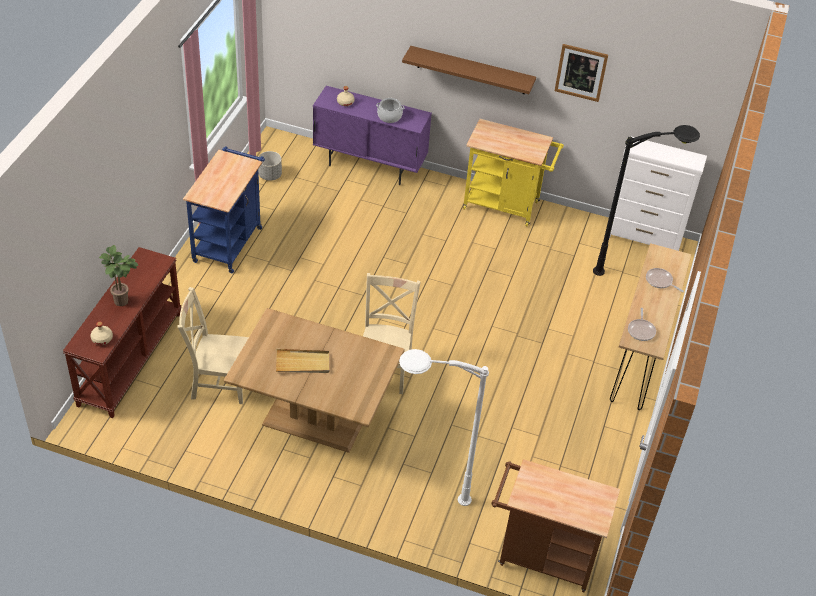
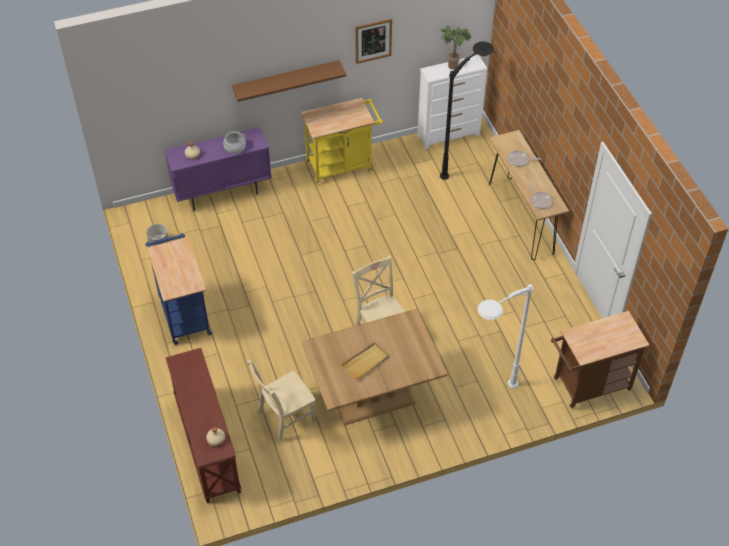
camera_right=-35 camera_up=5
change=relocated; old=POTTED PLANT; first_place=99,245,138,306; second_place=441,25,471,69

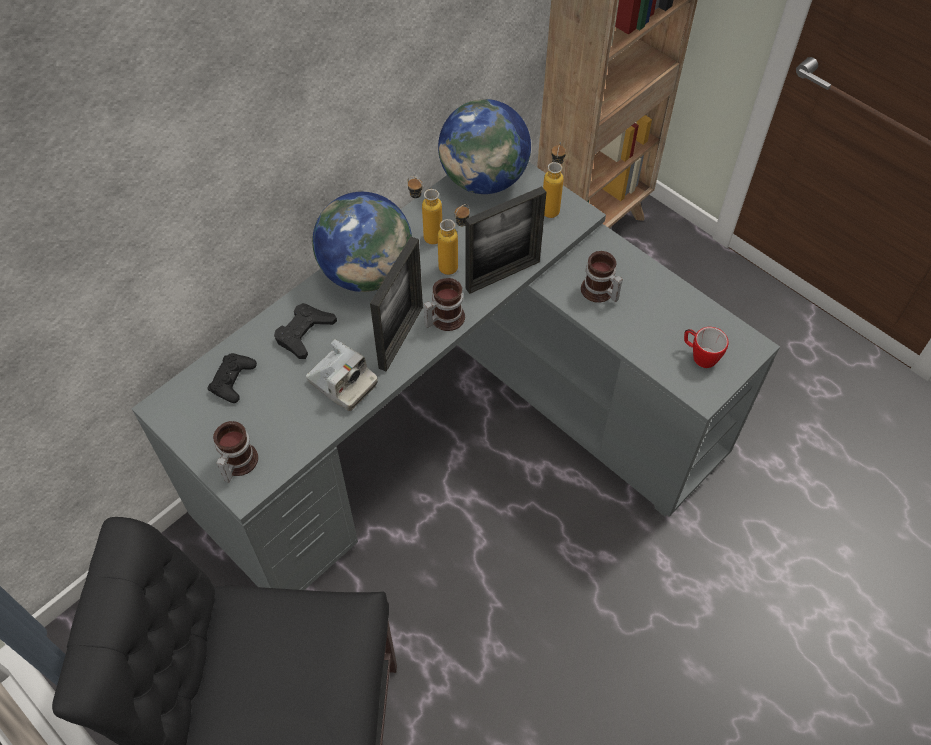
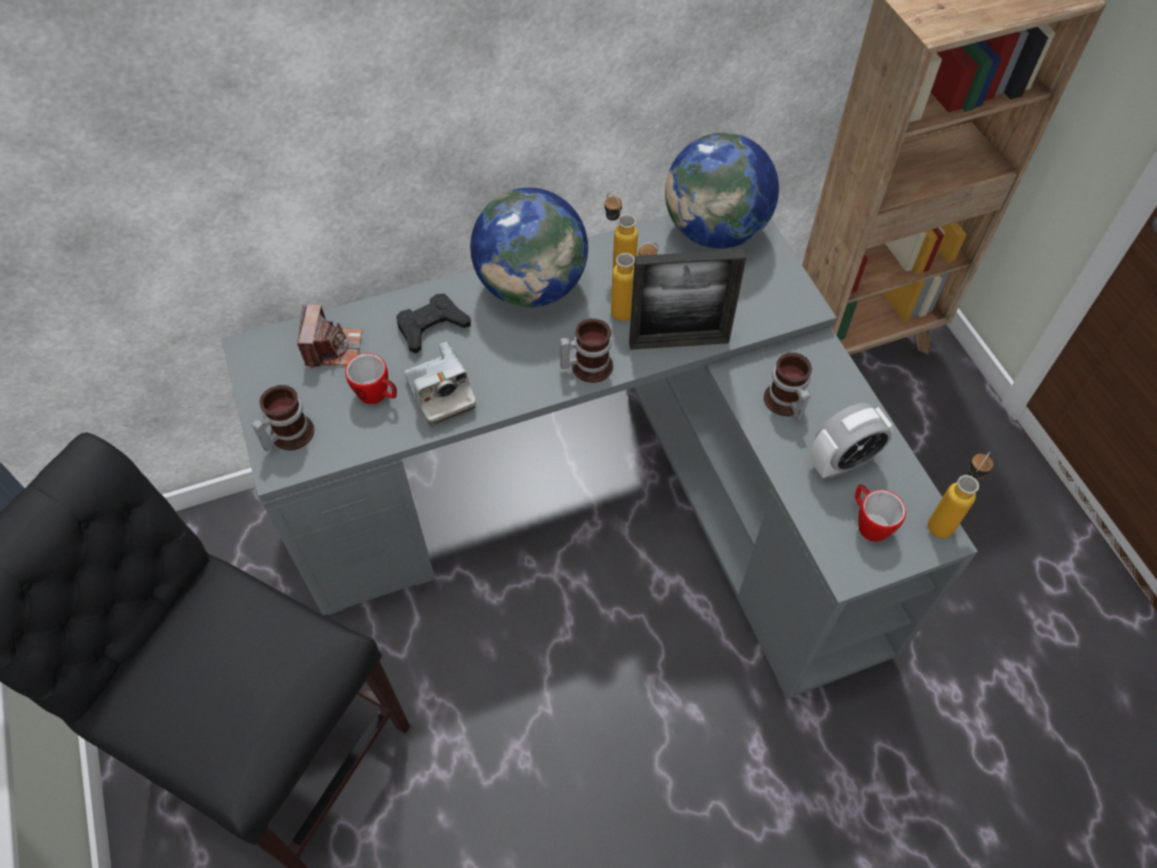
camera_right=25 camera_up=0
change=exchanged; old=BLACK GAME CONTROLLER; new=PHOTO CAMERA; first_place=207,353,257,403; second_place=297,304,363,369
change=appeared; new=MUG; second_place=345,353,397,404
change=appeared; new=ALARM CLOCK; second_place=810,403,893,478
change=relocated; old=BOTTLE; first_place=543,142,566,218; second_place=928,452,993,538
change=missing; old=PICTURE FRAME; first_place=370,236,423,372

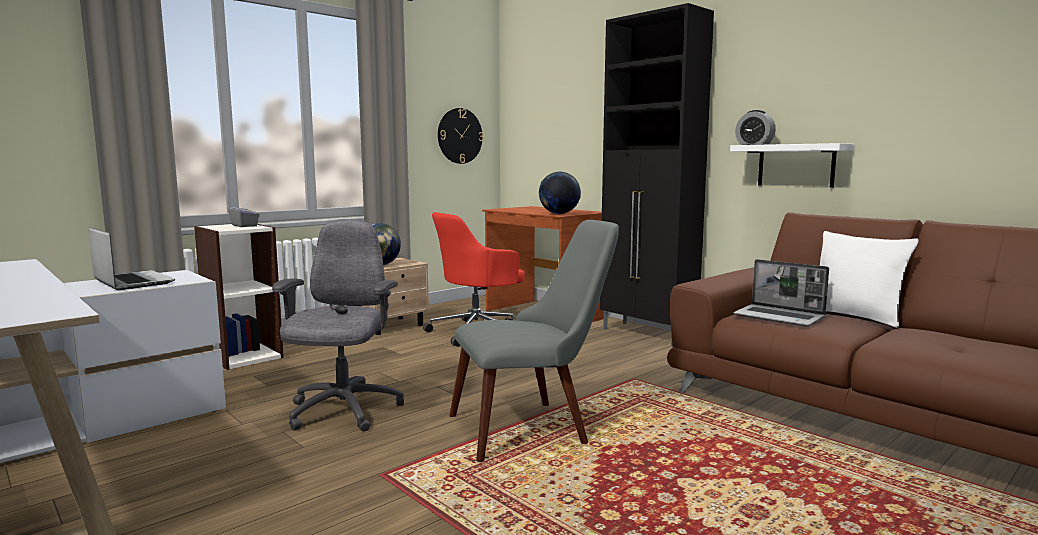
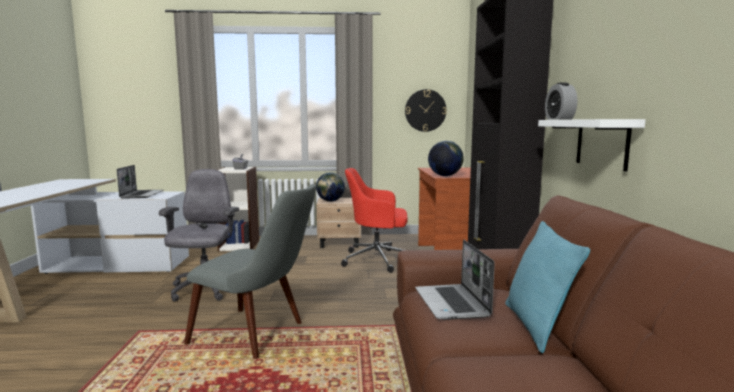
camera_right=40 camera_up=0
change=spun; old=GREY OFFICE CHAIR; first_place=272,219,404,432; second_place=159,169,239,302; degrees=-45
change=colour; old=WHITE PILLOW; new=TURQUOISE PILLOW; first_place=820,231,919,328; second_place=505,221,590,353

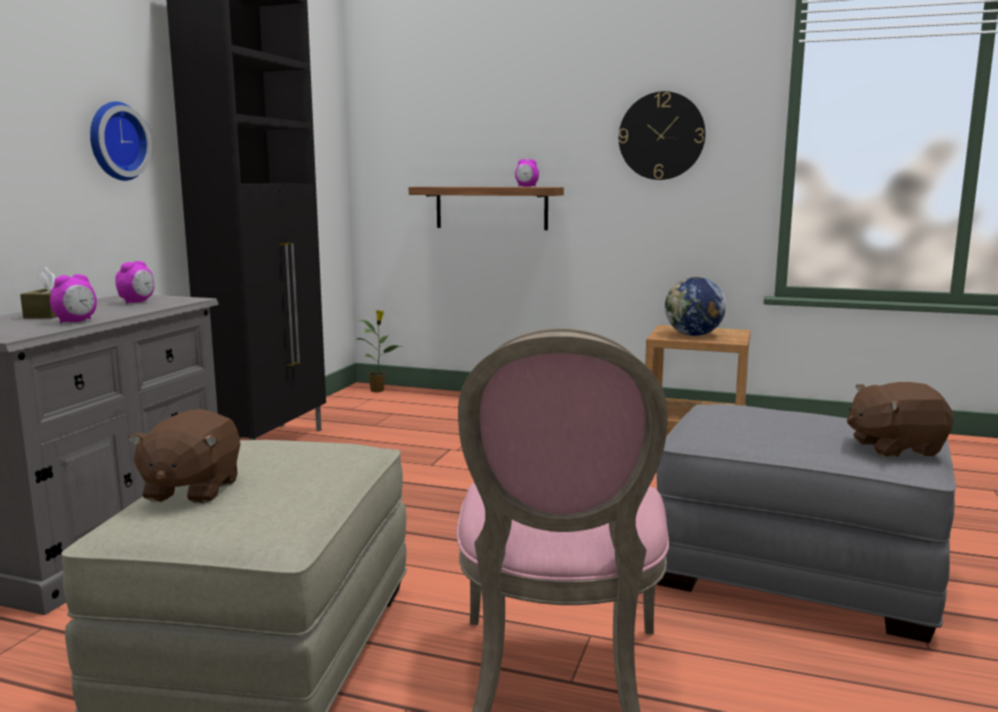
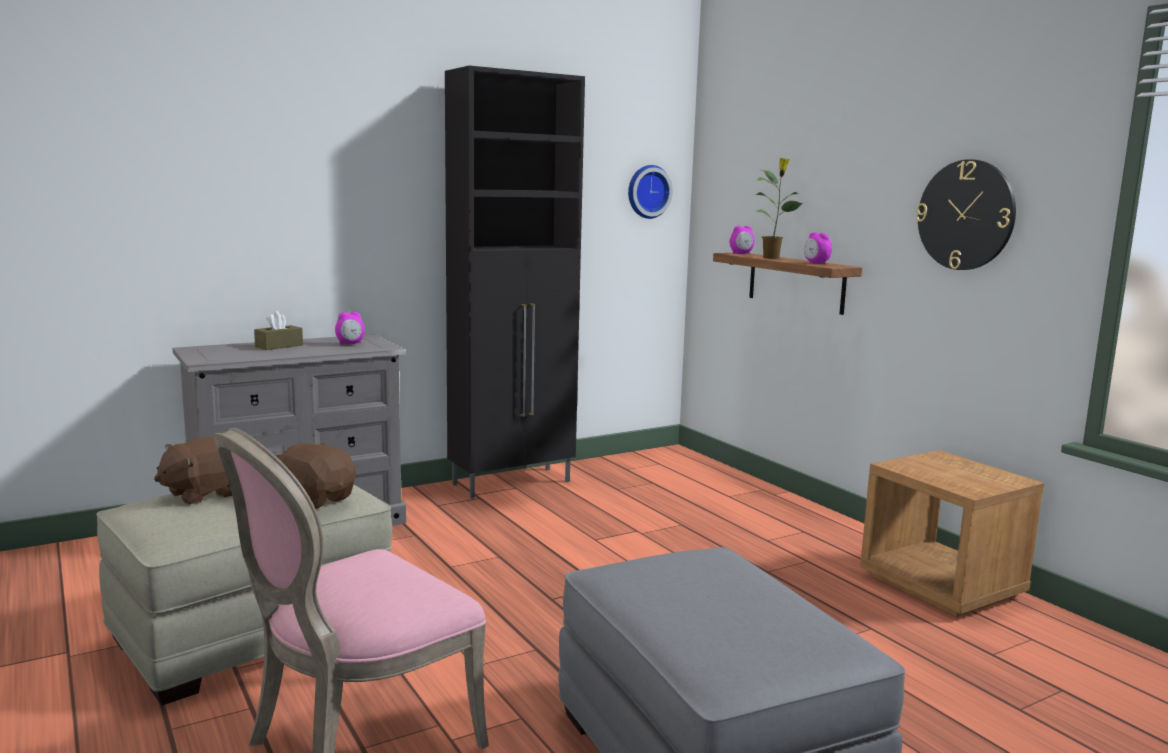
camera_right=40 camera_up=0
change=relocated; old=BROWN PLUSH TOY; first_place=847,382,953,457; second_place=276,442,356,509
change=relocated; old=WALL CLOCK; first_place=90,101,152,181; second_place=628,165,673,219
change=relocated; old=ALARM CLOCK; first_place=50,274,97,323; second_place=730,226,755,254
change=relocated; old=POTTED PLANT; first_place=357,310,401,392; second_place=755,158,803,259
change=missing; old=GLOBE; first_place=665,277,726,336

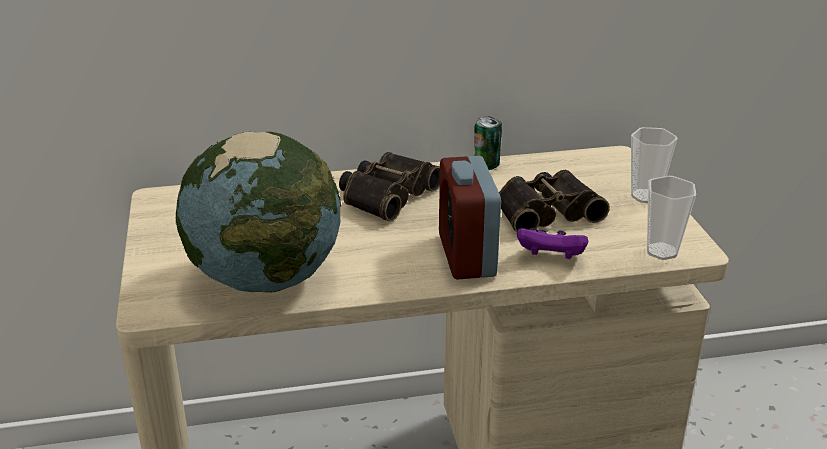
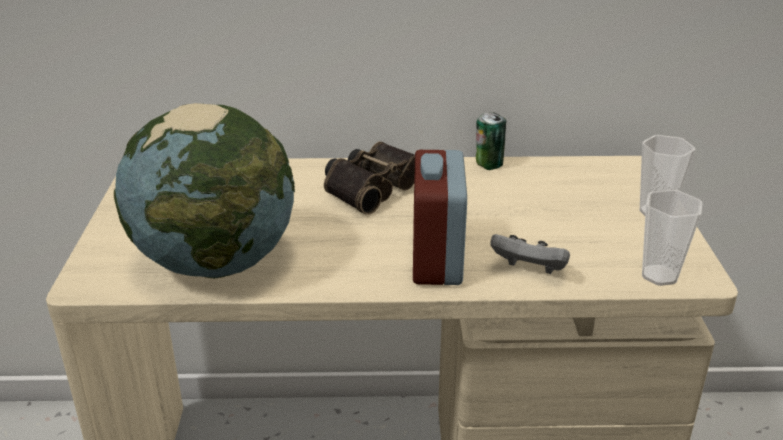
camera_right=10 camera_up=0
change=colour; old=PURPLE GAME CONTROLLER; new=GREY GAME CONTROLLER; first_place=517,228,588,259; second_place=490,234,570,274
change=missing; old=BINOCULARS; first_place=499,170,610,232

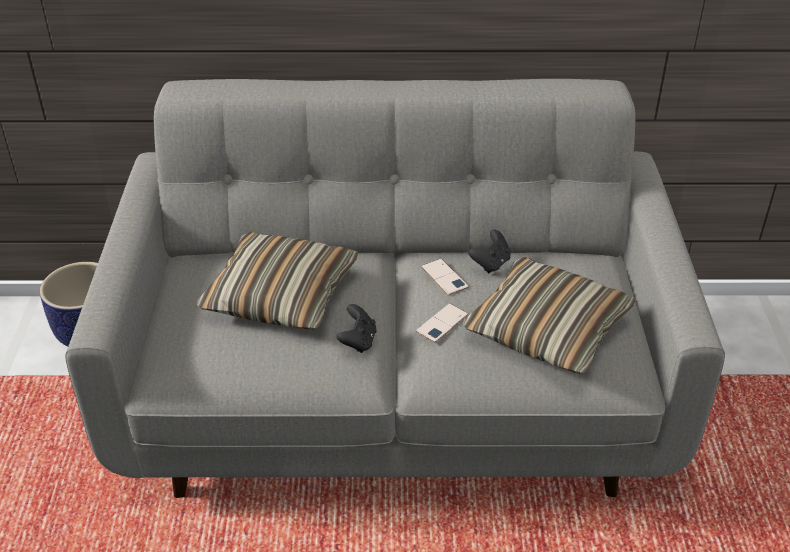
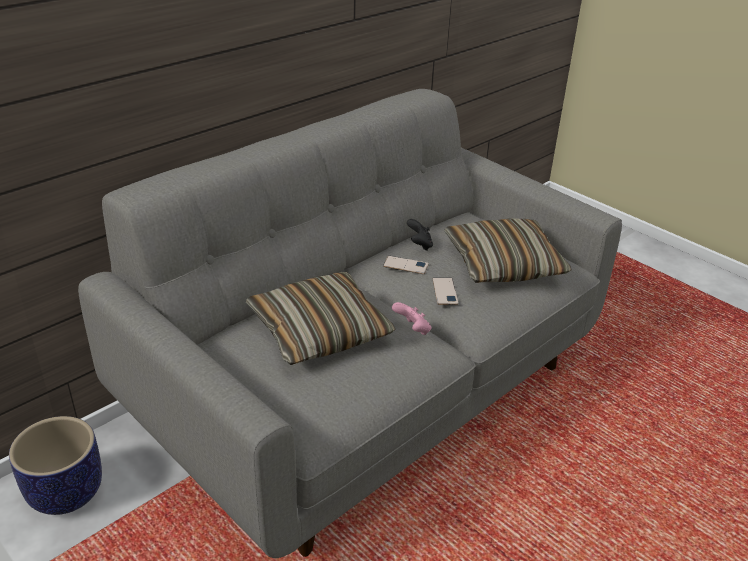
camera_right=-45 camera_up=-5
change=colour; old=BLACK GAME CONTROLLER; new=PINK GAME CONTROLLER; first_place=336,304,376,353; second_place=392,302,431,335

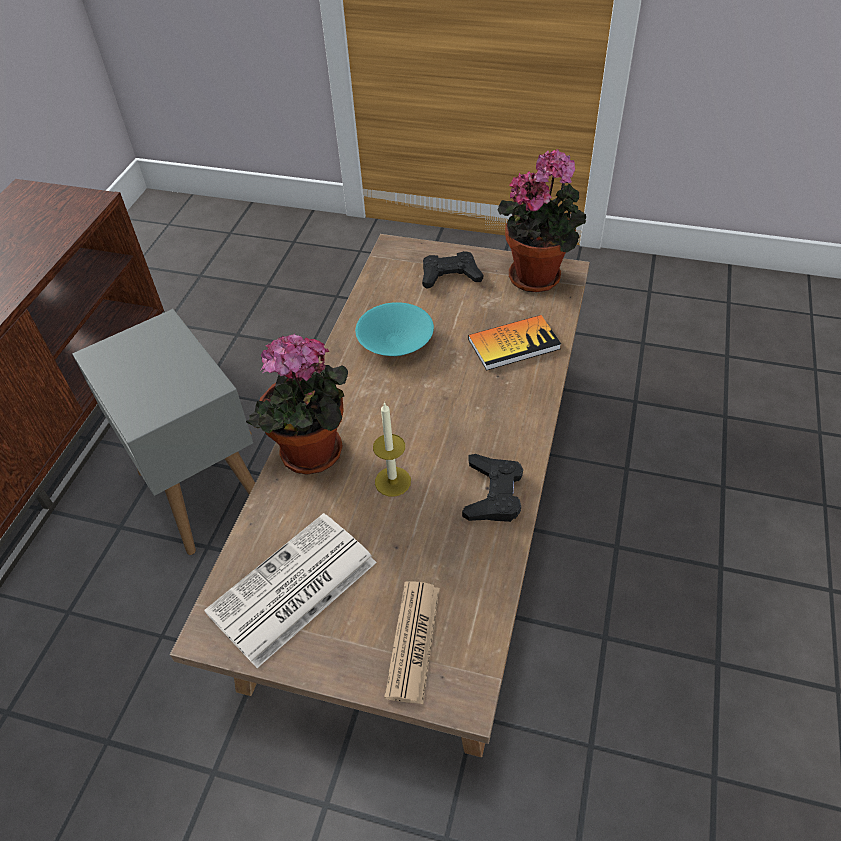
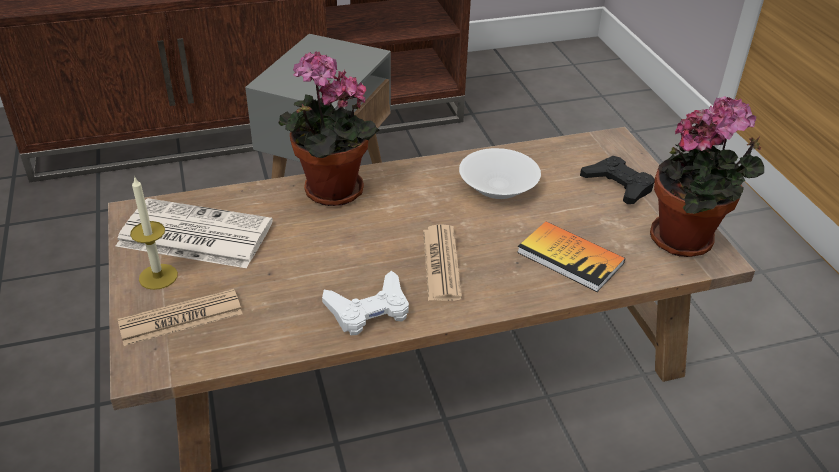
camera_right=55 camera_up=-10
change=relocated; old=CANDLE; first_place=373,402,411,497; second_place=130,176,178,290
change=colour; old=BLACK GAME CONTROLLER; new=WHITE GAME CONTROLLER; first_place=462,454,523,522; second_place=322,271,409,335
change=appeared; new=NEWSPAPER; second_place=423,224,462,301
change=colour; old=TURQUOISE BOWL; new=WHITE BOWL; first_place=355,302,434,356; second_place=459,148,541,199

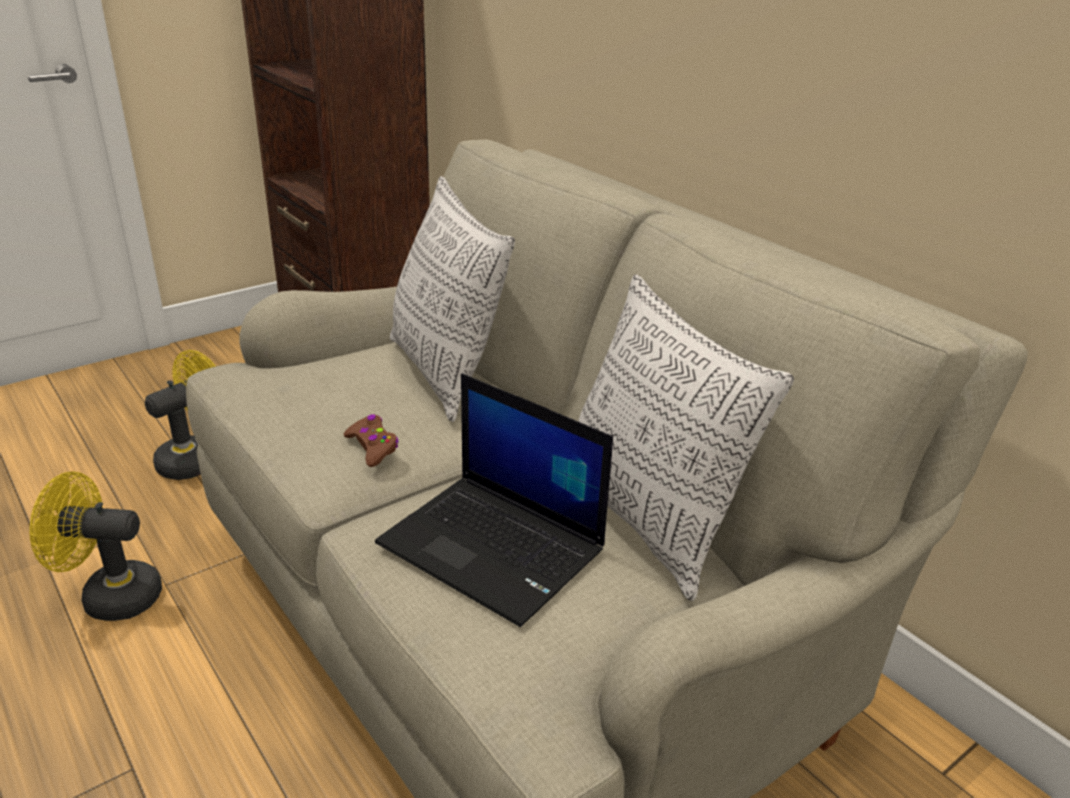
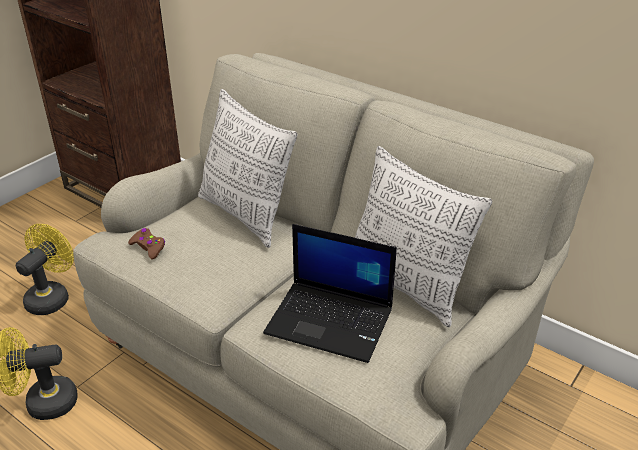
camera_right=-15 camera_up=5
change=relocated; old=BROWN GAME CONTROLLER; first_place=344,415,398,467; second_place=128,228,165,260

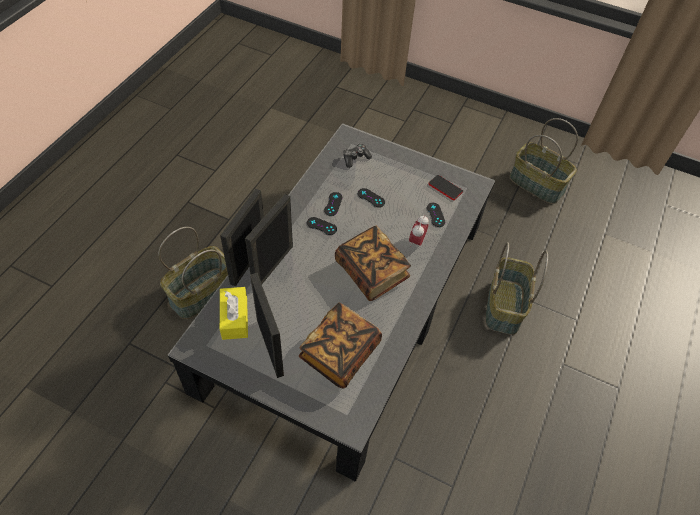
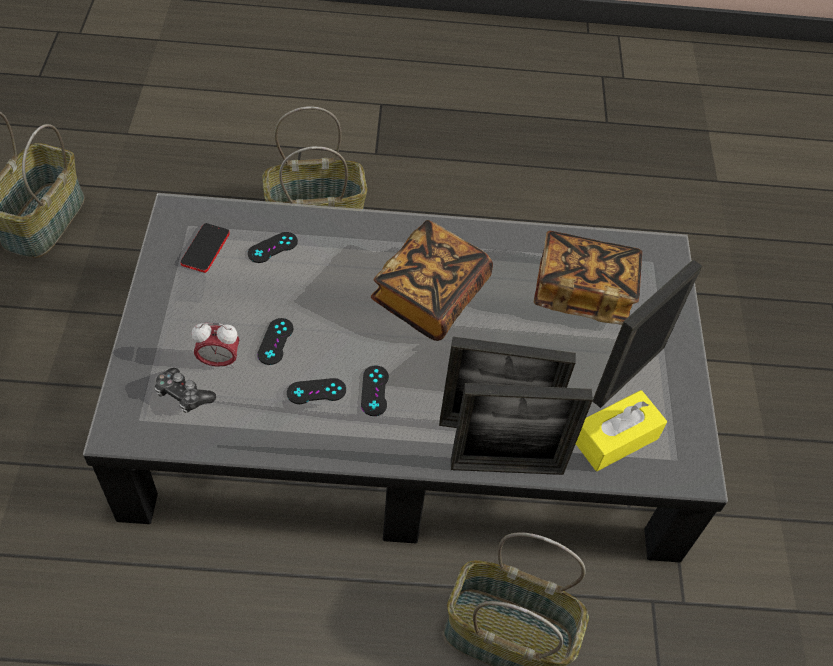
camera_right=-115 camera_up=0
change=relocated; old=ALARM CLOCK; first_place=409,216,429,247; second_place=192,323,240,368

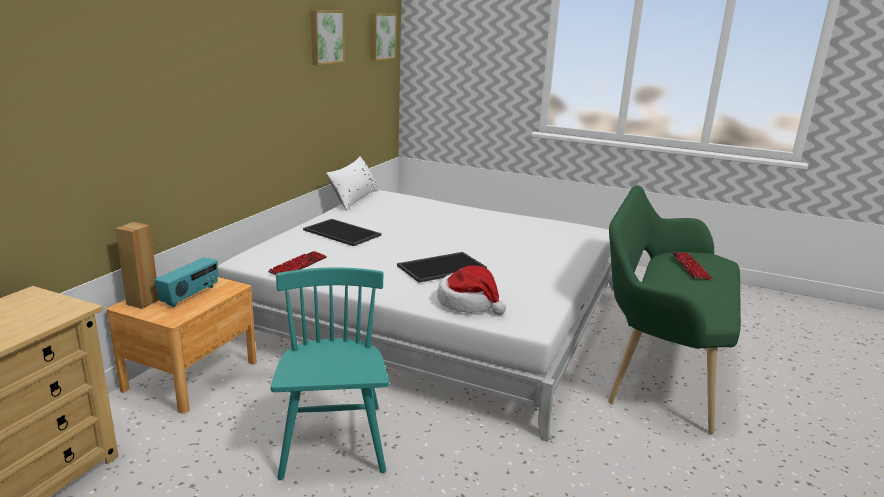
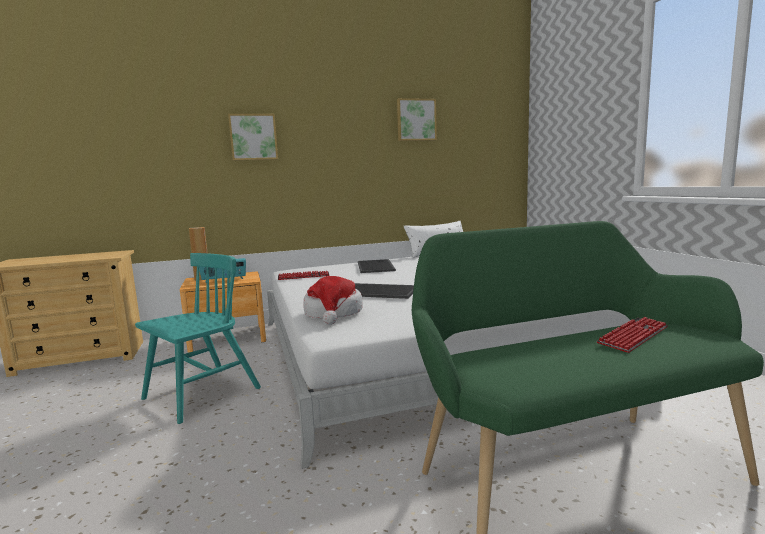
camera_right=50 camera_up=-10
change=relocated; old=PICTURE; first_place=371,13,397,61; second_place=228,114,278,160

